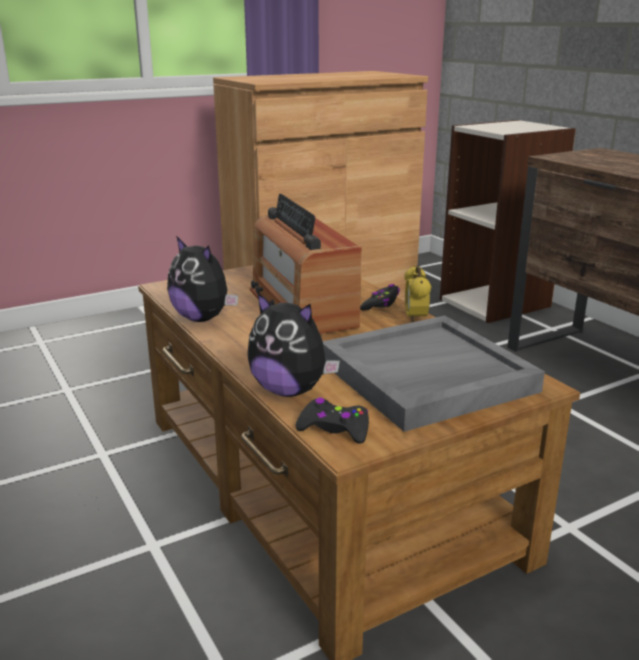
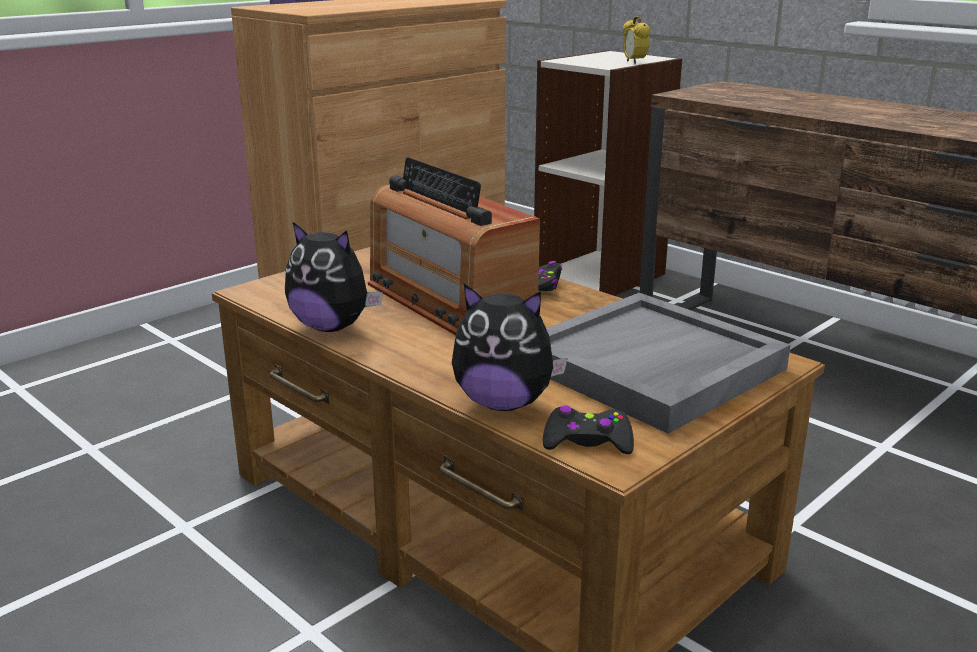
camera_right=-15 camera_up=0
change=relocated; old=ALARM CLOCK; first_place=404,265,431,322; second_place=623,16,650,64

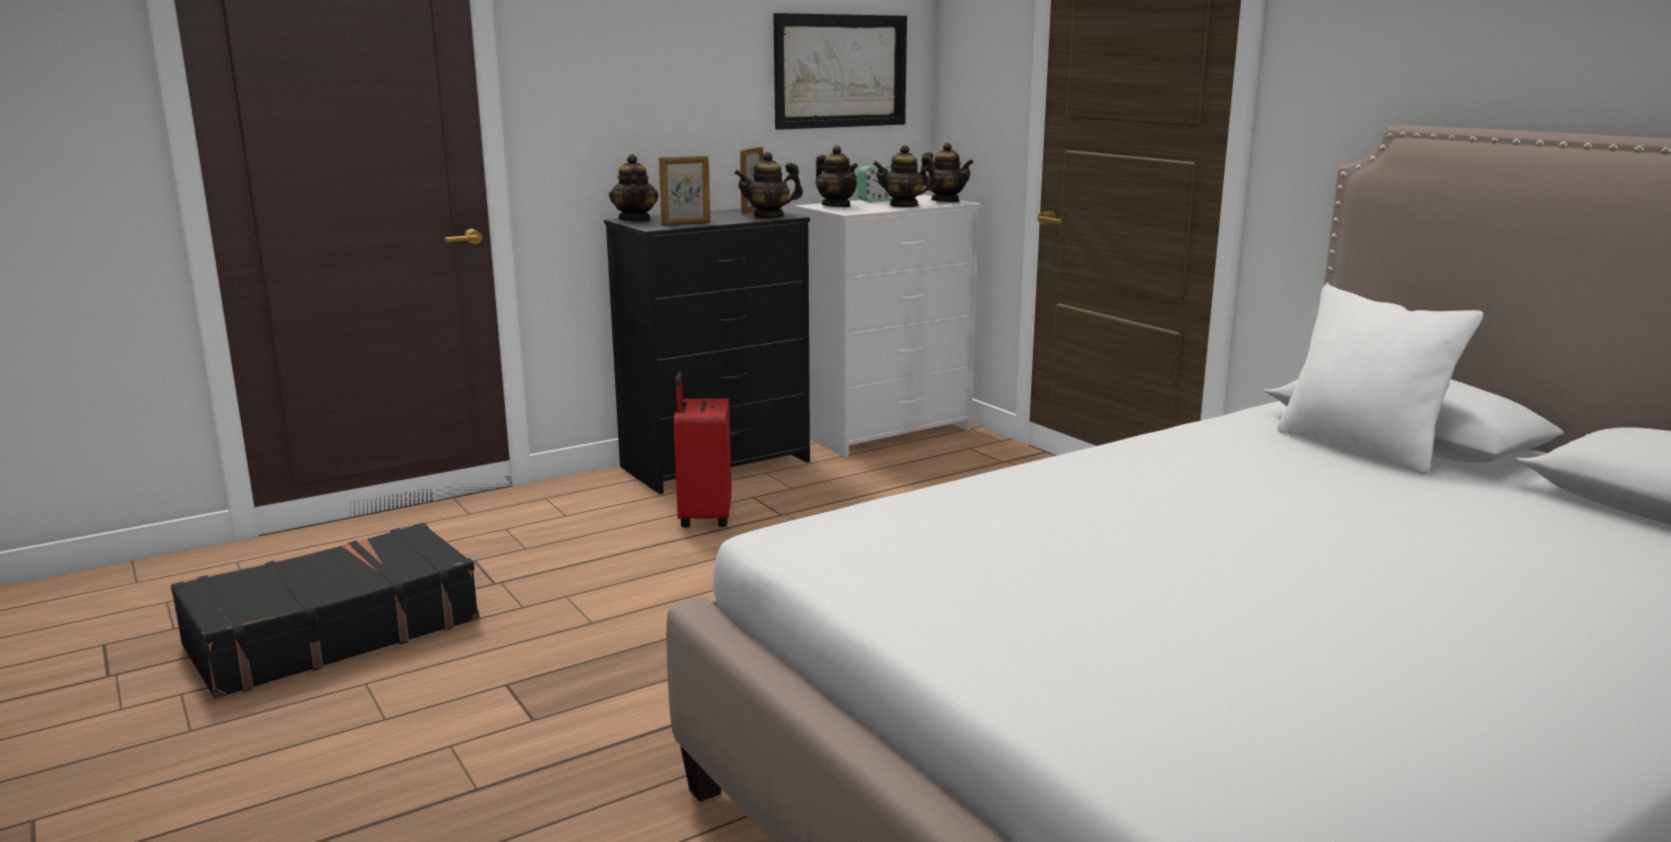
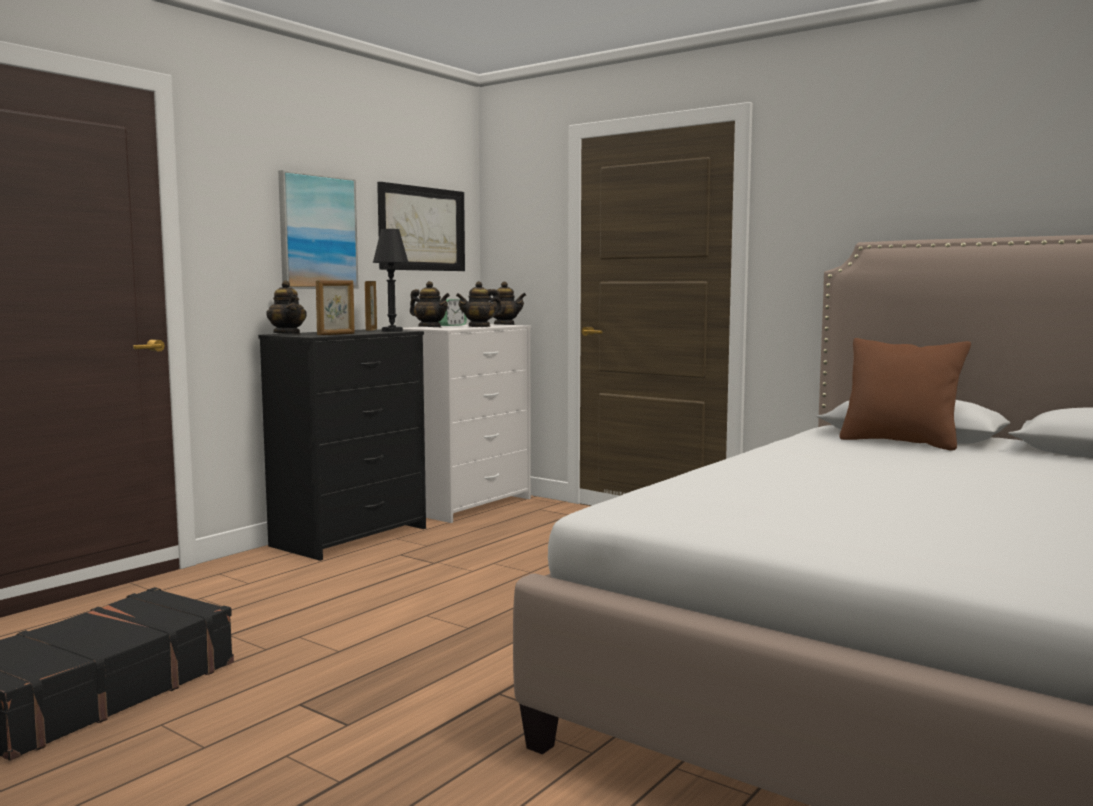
camera_right=-20 camera_up=-10
change=appeared; new=PICTURE; second_place=278,170,358,289
change=exchanged; old=TEAPOT; new=BLACK TABLE LAMP; first_place=734,152,803,219; second_place=373,229,409,332
change=colour; old=WHITE PILLOW; new=BROWN PILLOW; first_place=1277,285,1483,474; second_place=839,338,971,451
change=missing; old=RED SUITCASE; first_place=674,372,732,528

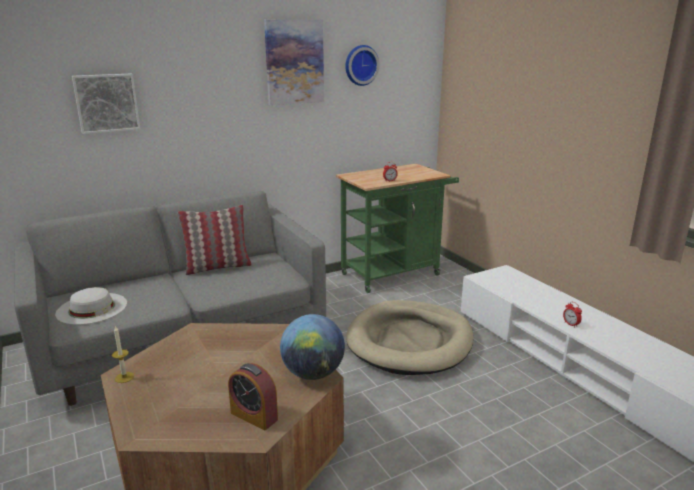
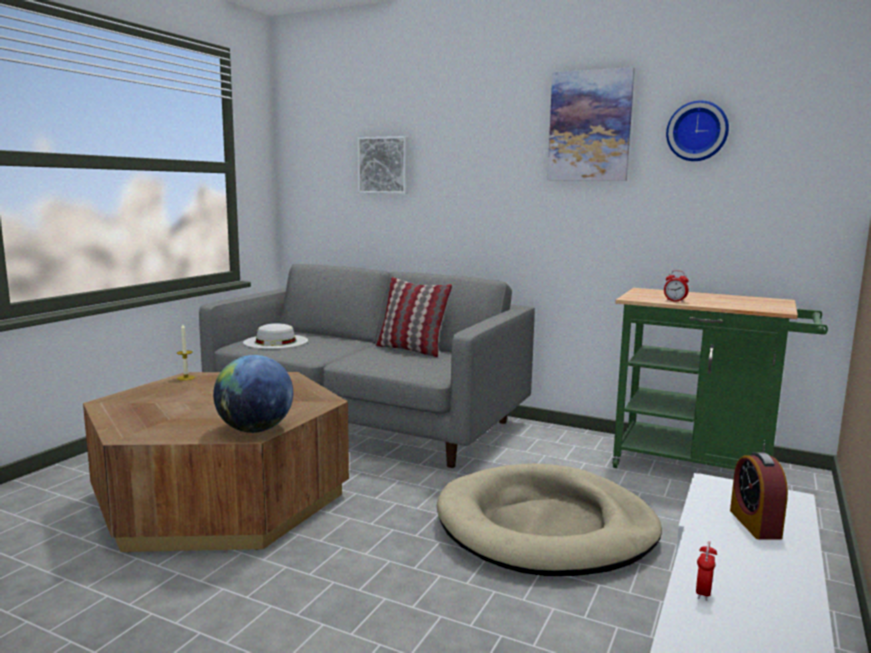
camera_right=55 camera_up=-10
change=relocated; old=ALARM CLOCK; first_place=228,363,278,430; second_place=730,452,788,540

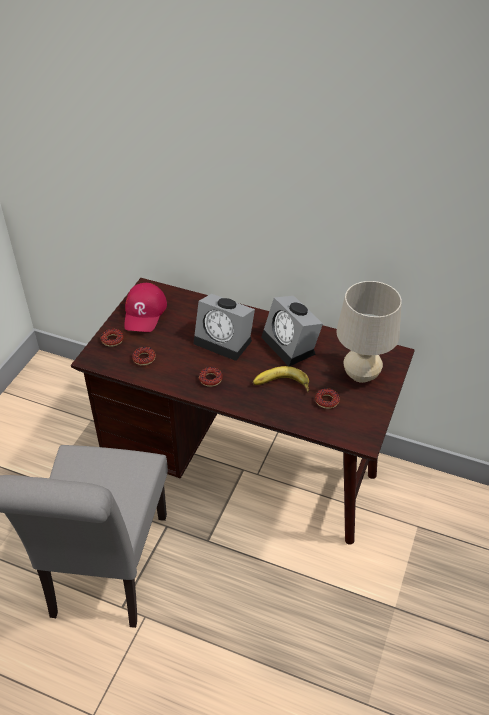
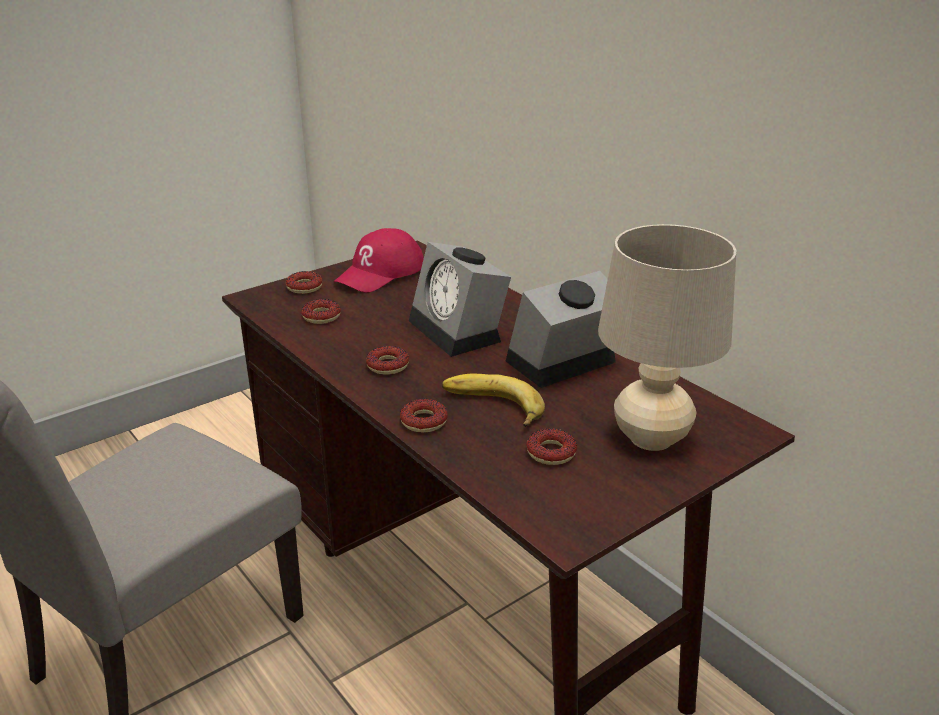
camera_right=30 camera_up=-15
change=appeared; new=DONUT; second_place=400,399,448,432
change=spun; old=ALARM CLOCK; first_place=261,296,323,366; second_place=506,271,616,388; degrees=60

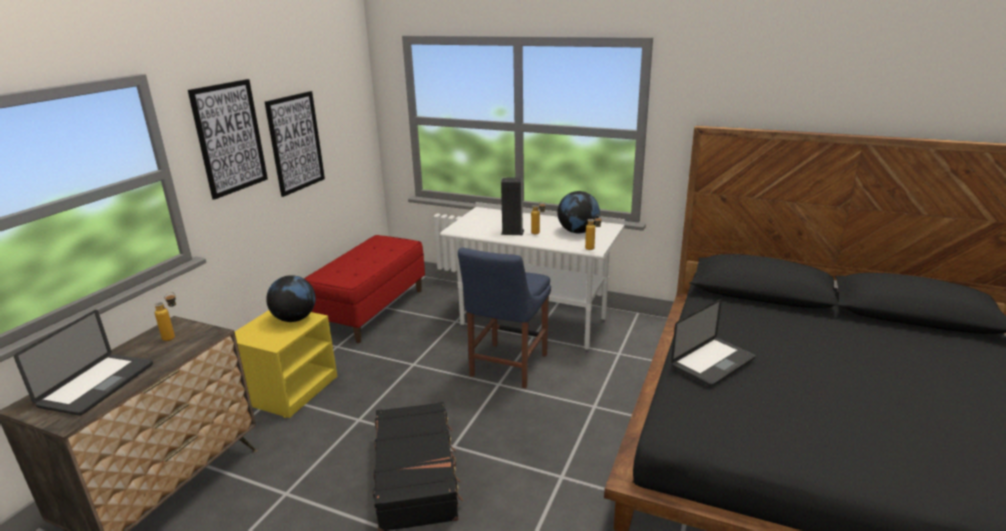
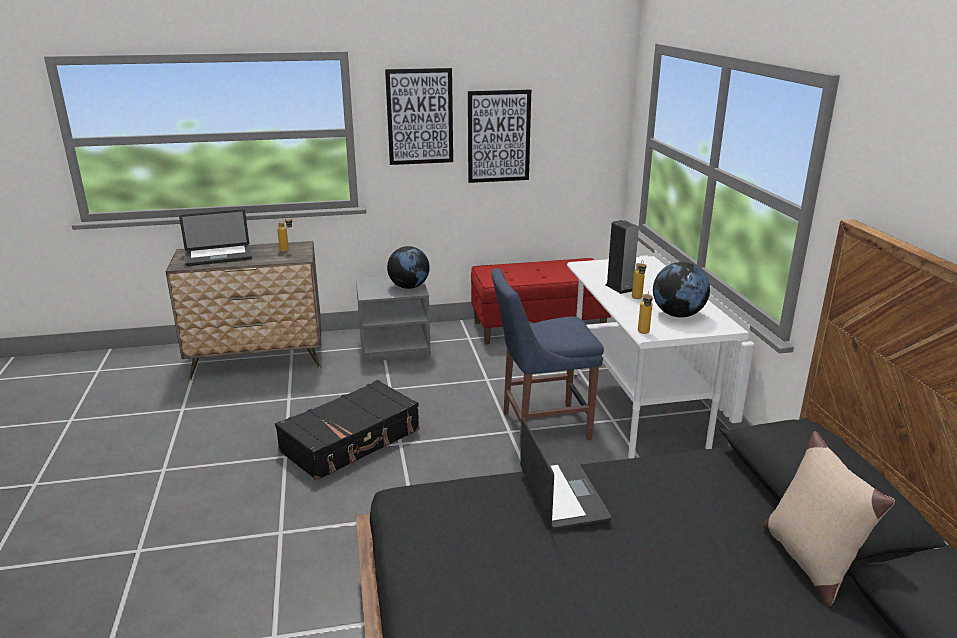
camera_right=55 camera_up=0
change=colour; old=YELLOW NIGHTSTAND; new=GREY NIGHTSTAND; first_place=235,310,338,418; second_place=356,276,431,362
change=spun; old=LAPTOP; first_place=671,299,756,387; second_place=520,417,611,530; degrees=-120
change=appeared; new=BEIGE PILLOW; second_place=763,431,895,607

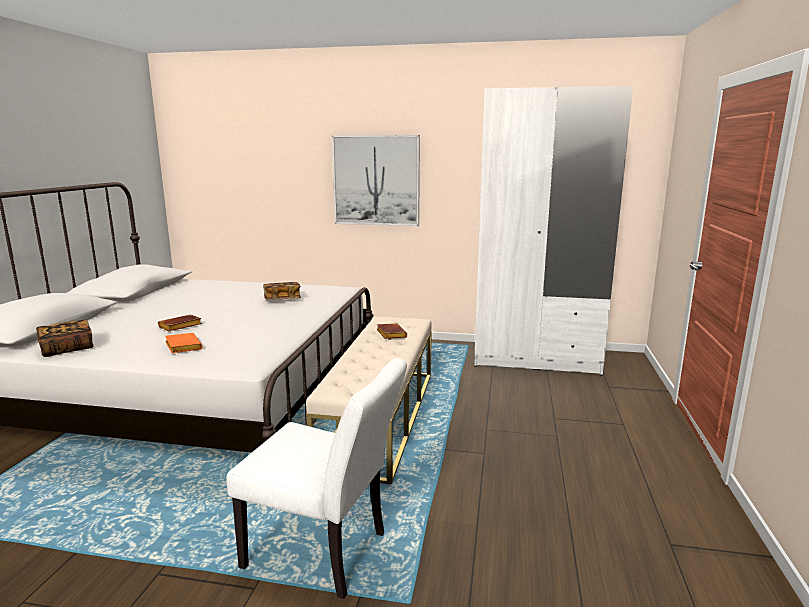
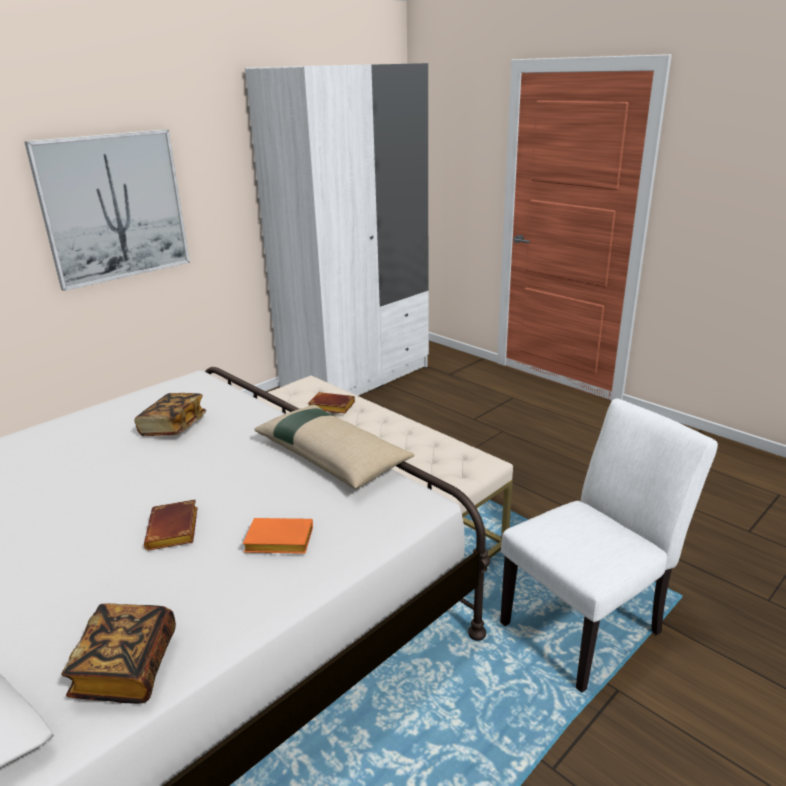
camera_right=-55 camera_up=10
change=appeared; new=BEIGE PILLOW; second_place=254,404,415,489

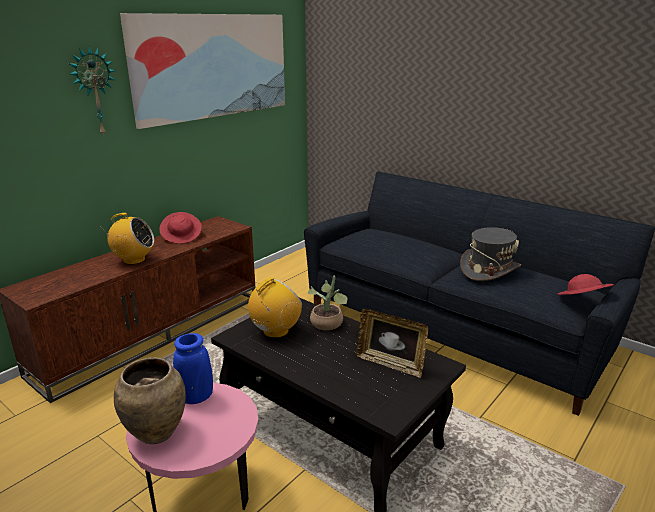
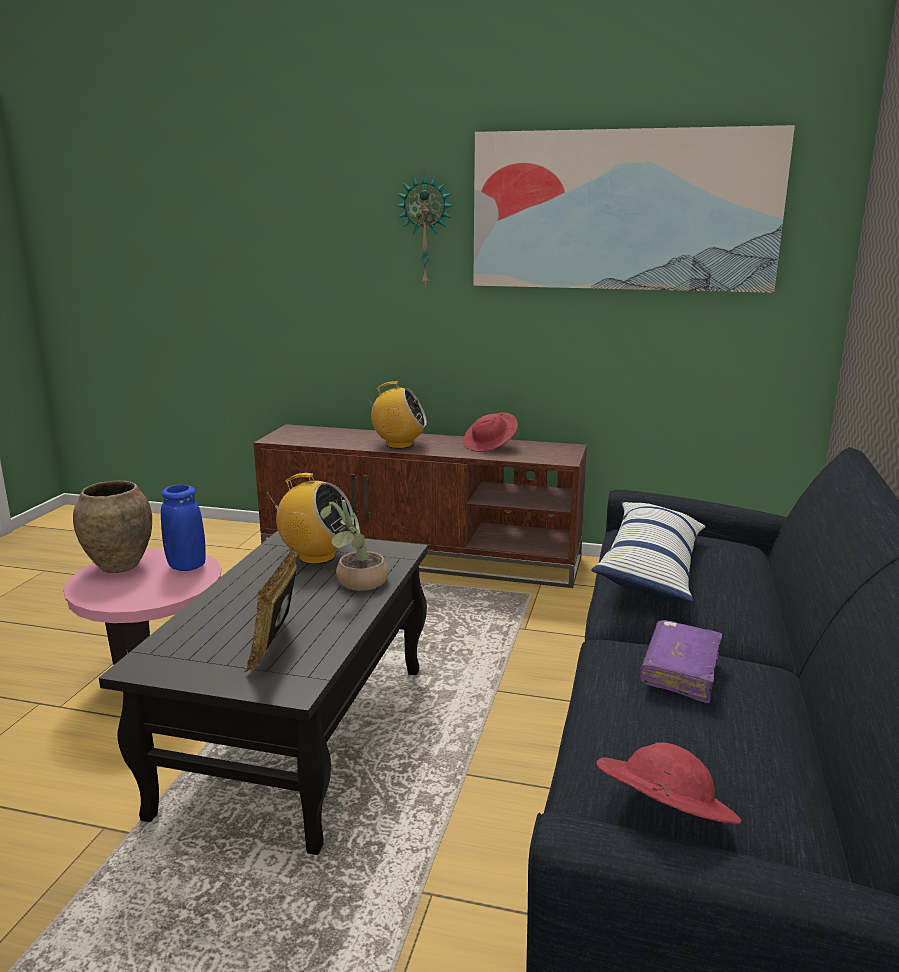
camera_right=65 camera_up=-5
change=spun; old=RADIO; first_place=102,213,154,265; second_place=366,381,427,449; degrees=-60
change=appeared; new=PILLOW; second_place=591,502,706,602
change=exchanged; old=GREY HAT; new=PURPLE BOOK; first_place=460,227,521,281; second_place=640,620,722,703

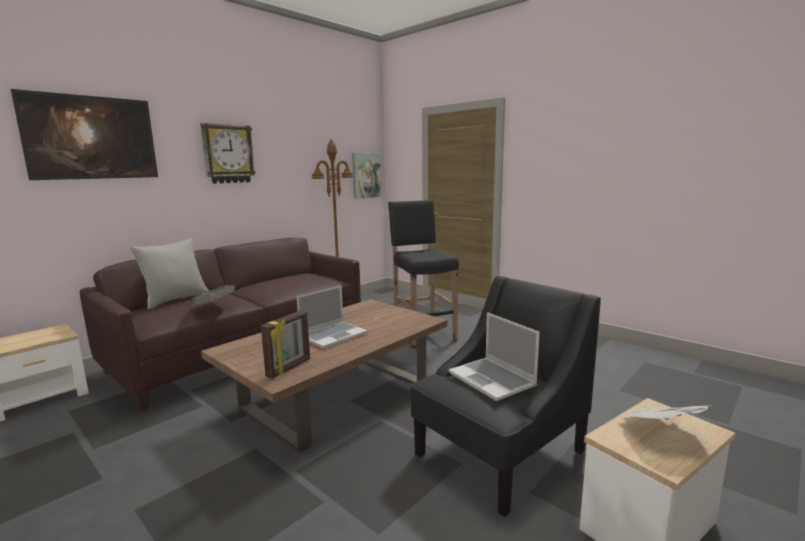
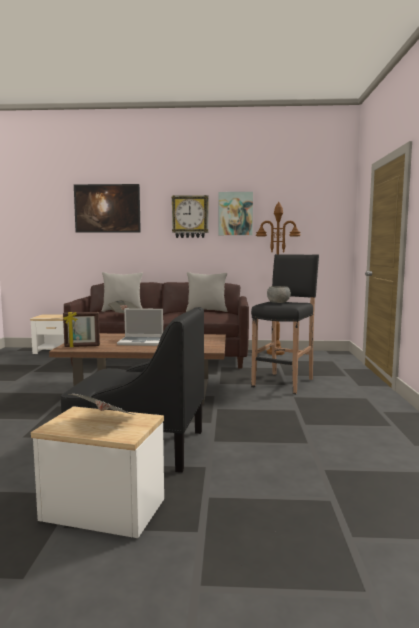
camera_right=50 camera_up=-5
change=appeared; new=GREY PILLOW; second_place=186,272,227,312
change=relocated; old=PICTURE; first_place=352,153,381,199; second_place=218,192,253,235
change=appeared; new=GREY BOWL; second_place=267,286,291,303
change=missing; old=LAPTOP; first_place=449,312,540,401

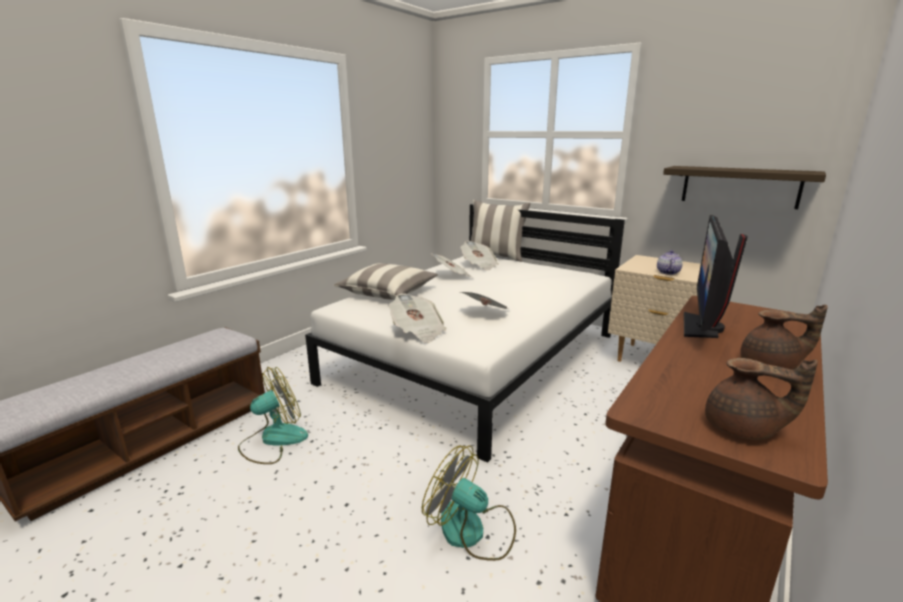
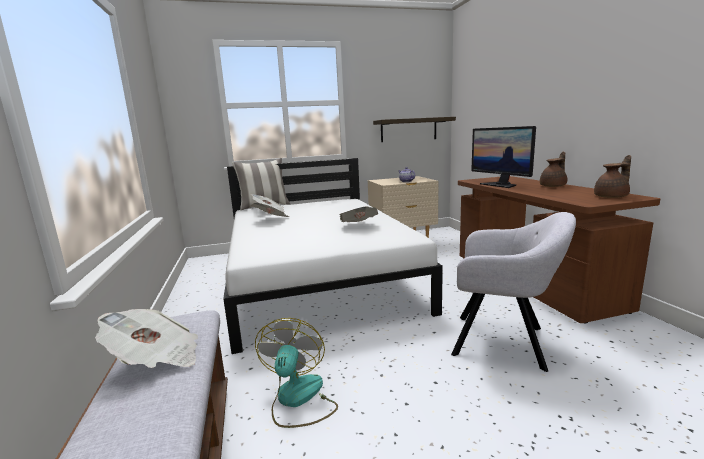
camera_right=-50 camera_up=-5
change=relocated; old=NEWSPAPER; first_place=388,293,447,343; second_place=95,309,198,368
change=exchanged; old=FAN; new=GREY ARMCHAIR; first_place=422,446,516,561; second_place=451,212,576,372
change=missing; old=PILLOW; first_place=334,263,438,300

